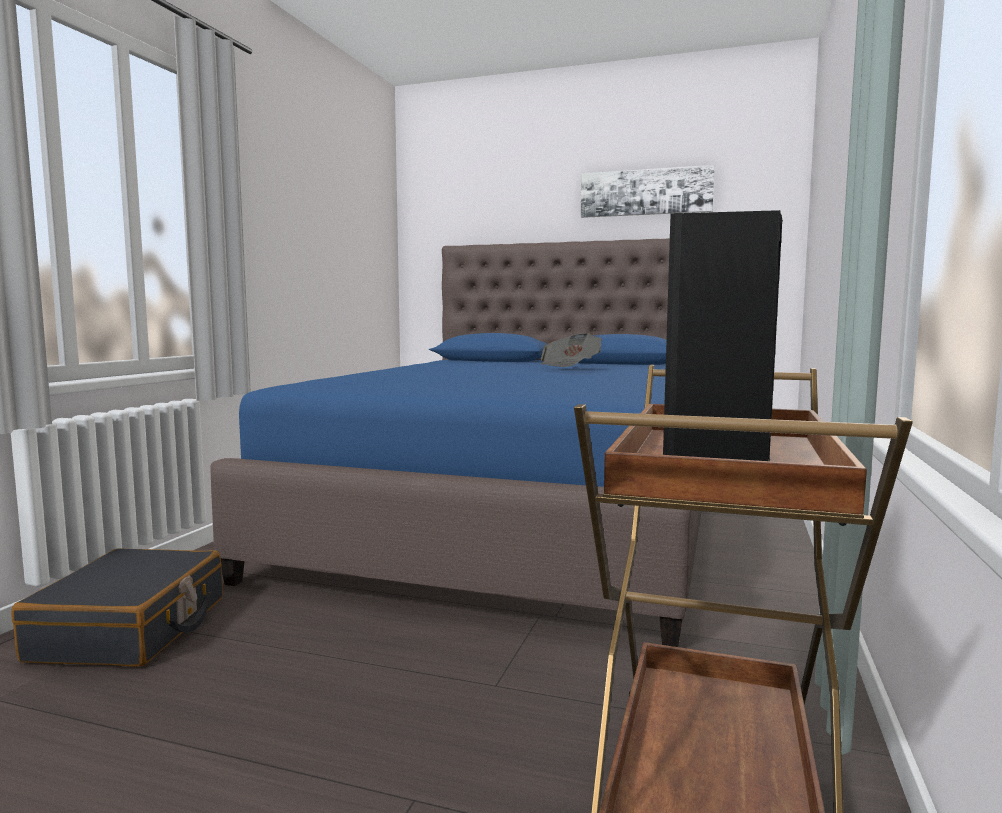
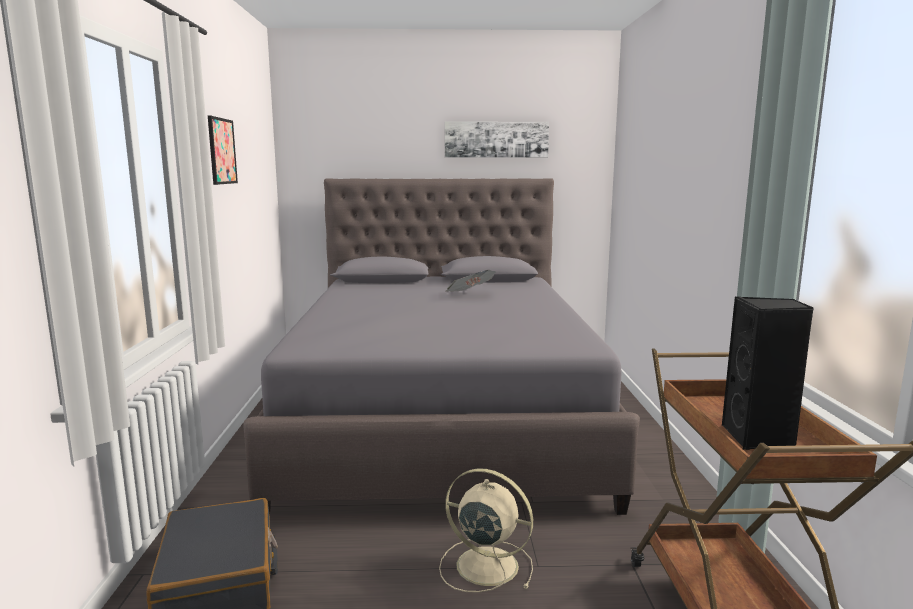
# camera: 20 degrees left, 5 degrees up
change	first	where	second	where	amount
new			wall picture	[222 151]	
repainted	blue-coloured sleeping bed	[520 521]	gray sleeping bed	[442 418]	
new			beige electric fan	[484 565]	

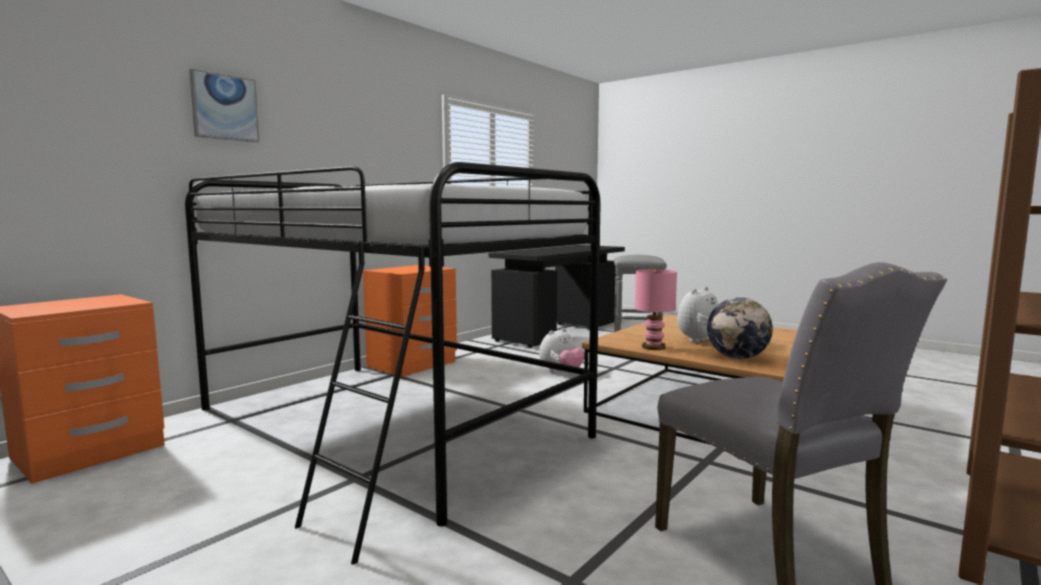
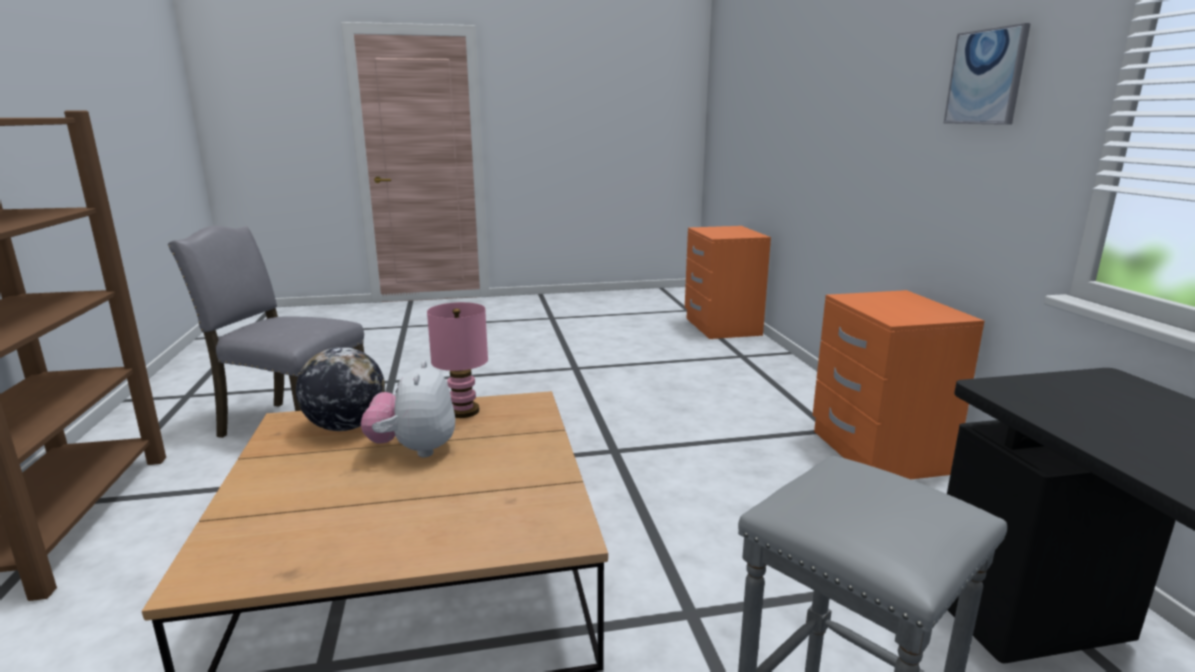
# camera: 130 degrees right, 10 degrees up
change	first	where	second	where	amount
shifted	wall picture	[224 107]		[986 77]	
gone	blackish sleeping bed	[386 425]			
gone	soft toy	[561 372]			

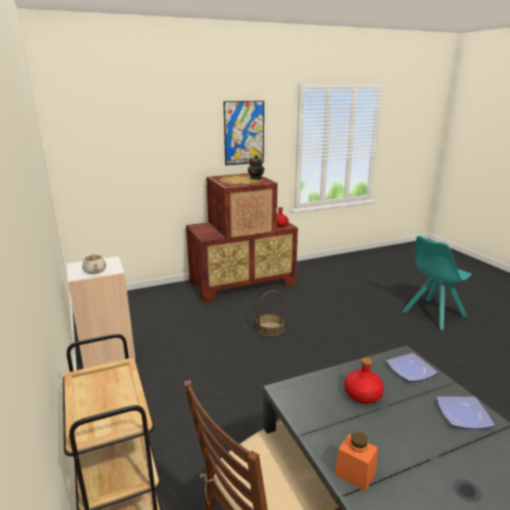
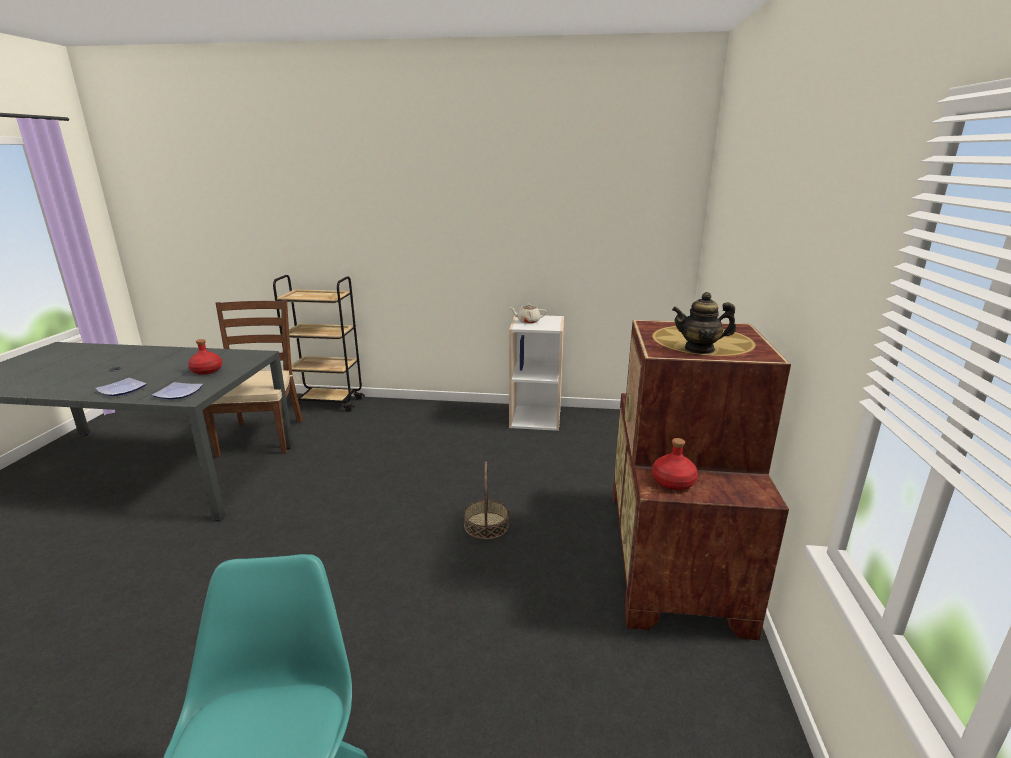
# camera: 120 degrees right, 0 degrees up
change	first	where	second	where	amount
gone	wall picture	[244 133]			
gone	orange-coloured jar	[355 473]			

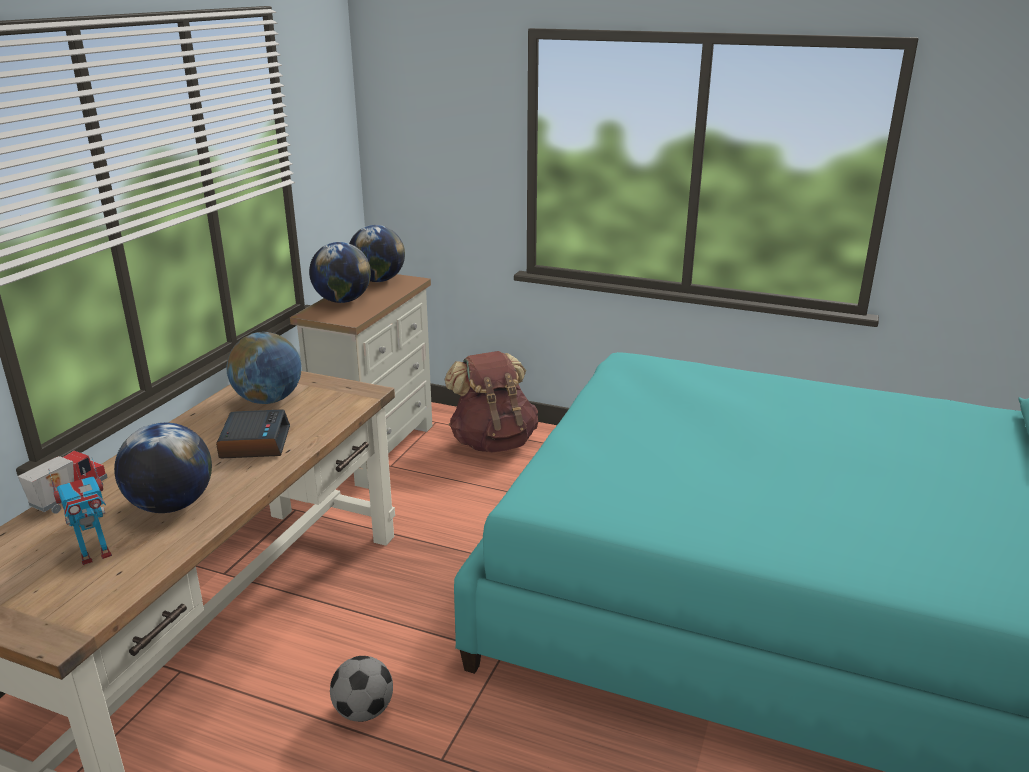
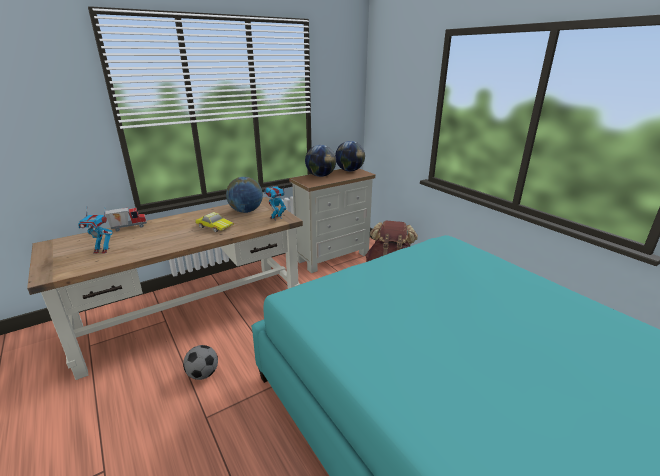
# camera: 35 degrees right, 0 degrees up
change	first	where	second	where	amount
swapped	bedside clock	[254 442]	model car	[215 226]	
new			model robot	[276 218]	
gone	desk globe	[171 505]			

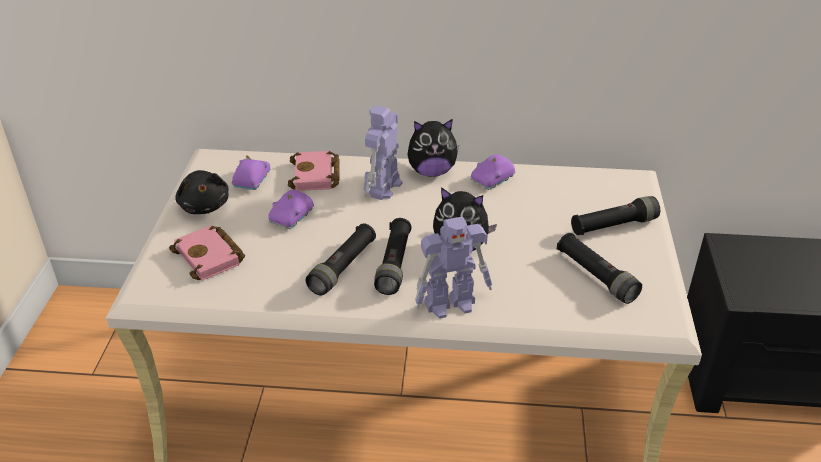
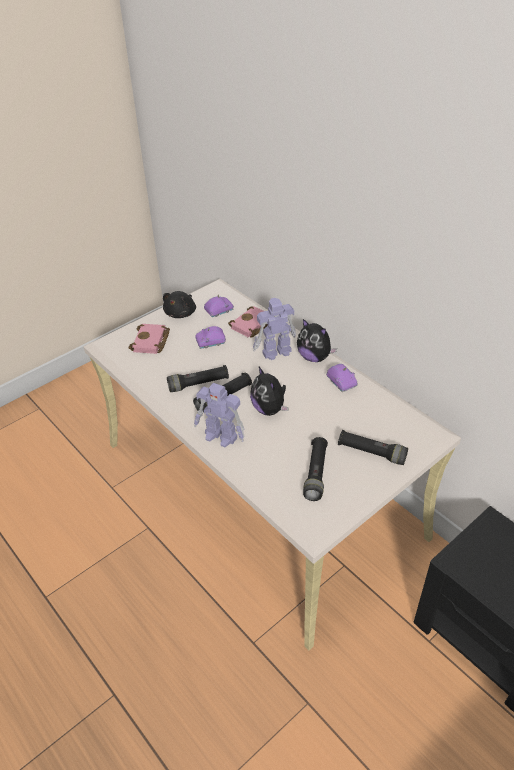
# camera: 45 degrees right, 5 degrees up
change	first	where	second	where	amount
rotated	purple-coloured model car	[493 180]		[341 382]	120 degrees counterclockwise

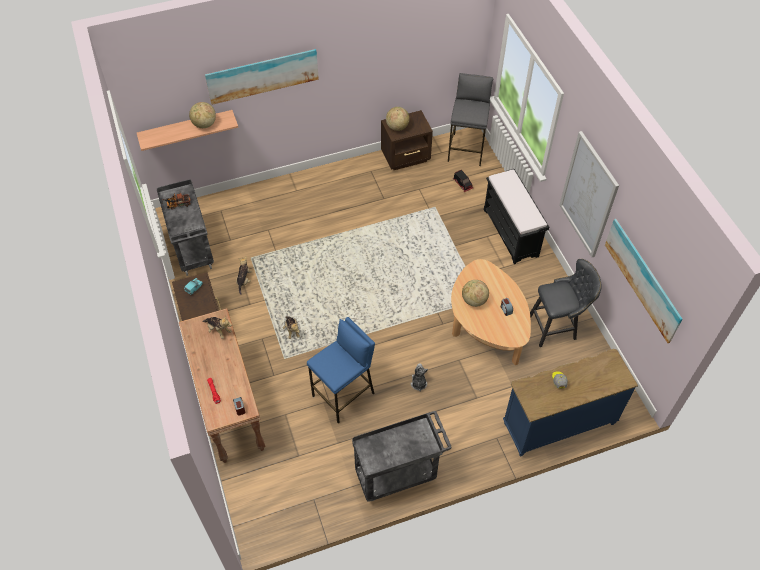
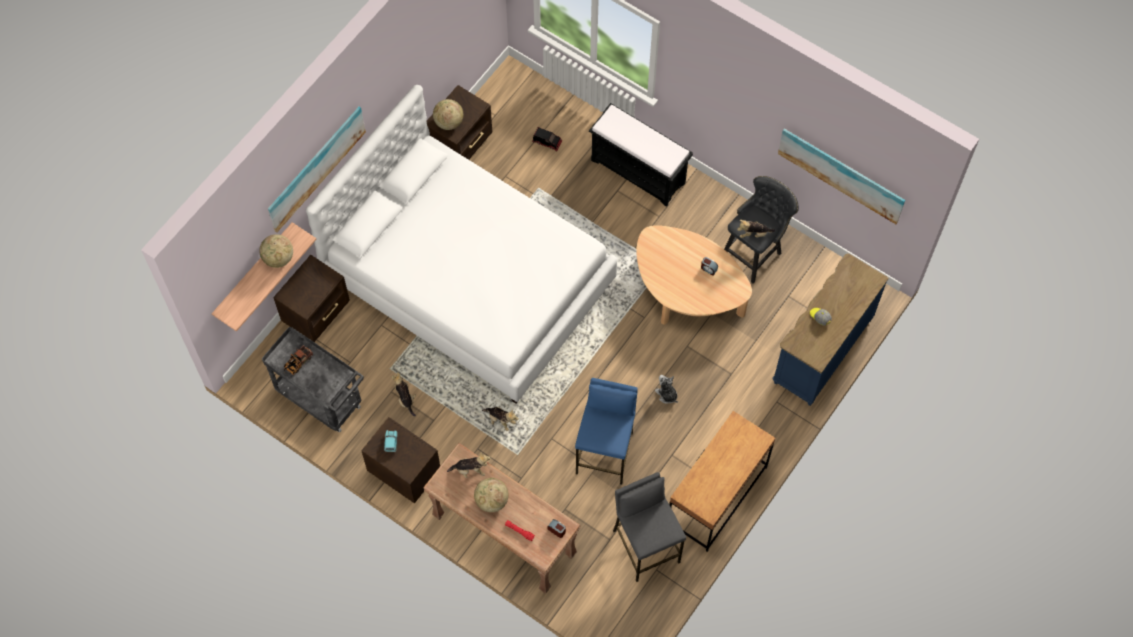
# camera: 35 degrees left, 10 degrees up
change	first	where	second	where	amount
new			brownish bedside table	[317 313]	
new			white-coloured sleeping bed	[469 277]	
shifted	desk globe	[474 300]		[491 500]	
shifted	gray stool	[466 149]		[646 546]	
swapped	gray cart	[399 476]	brownish desk	[716 496]	
new			soft toy	[753 234]	
gone	wall picture	[588 195]			

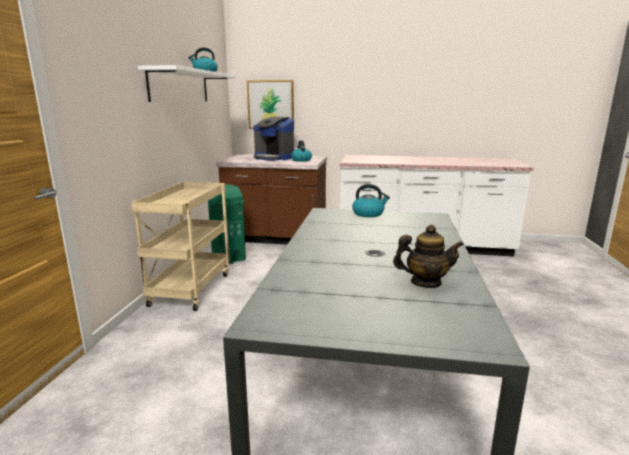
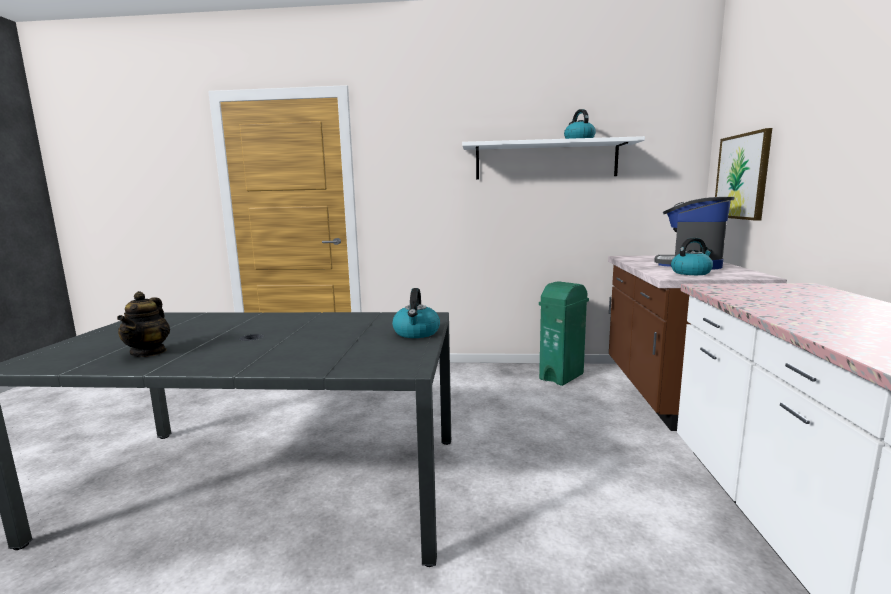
# camera: 85 degrees right, 5 degrees down
change	first	where	second	where	amount
gone	beige cart	[191 288]			

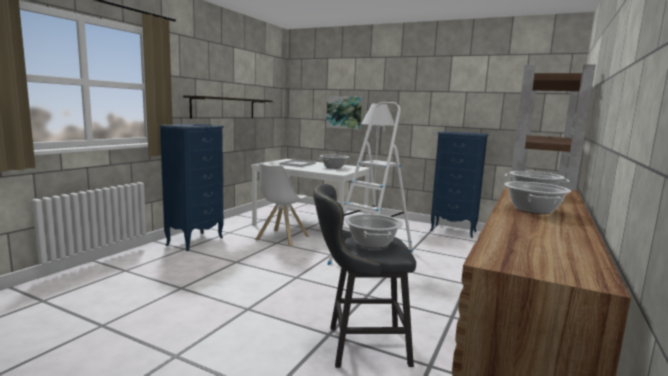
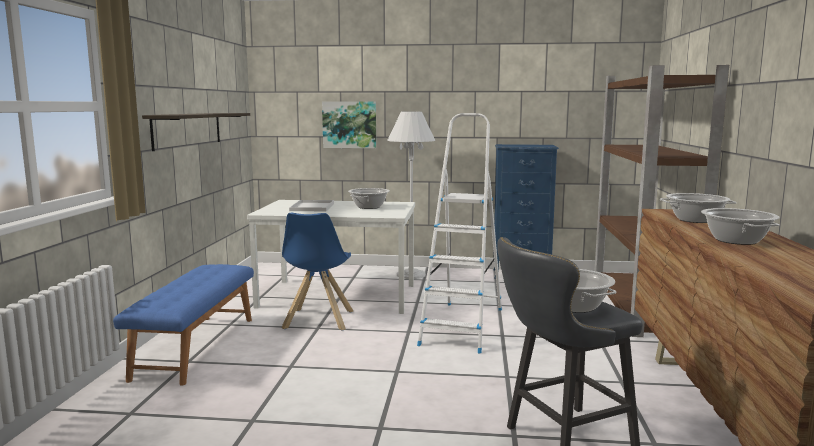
# camera: 20 degrees left, 0 degrees up
change	first	where	second	where	amount
swapped	blue-coloured drawer chest	[196 241]	blue-coloured indoor bench	[195 347]	
repainted	white-coloured plain chair	[281 238]	blue-coloured plain chair	[318 320]	

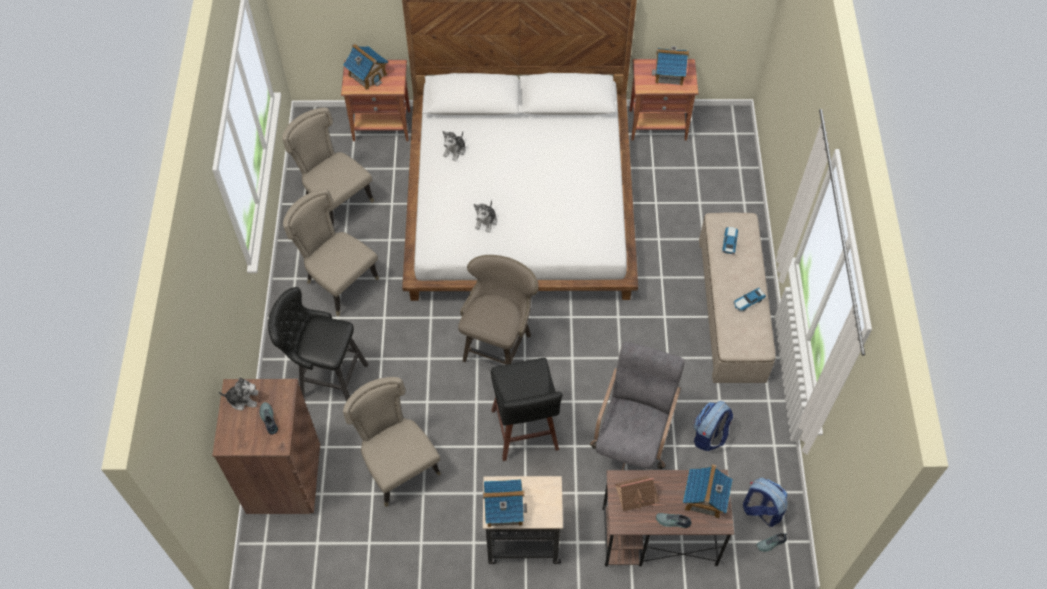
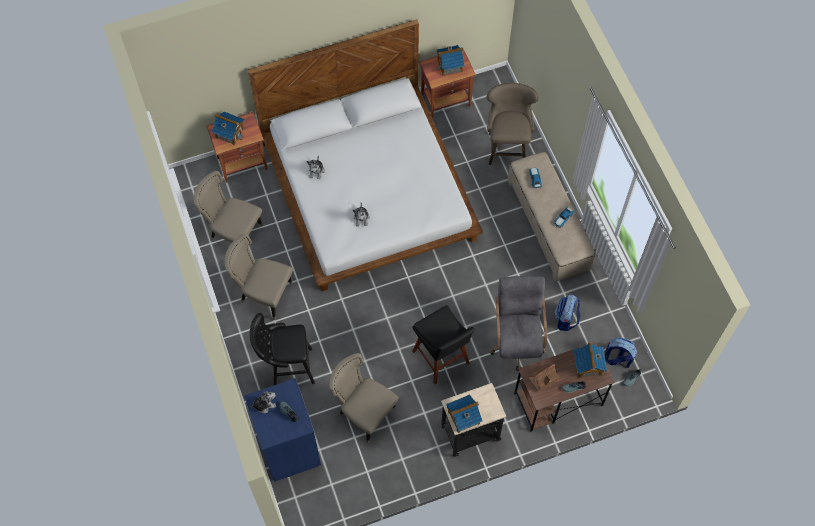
# camera: 20 degrees left, 5 degrees up
change	first	where	second	where	amount
repainted	brownish drawer chest	[283 480]	blue-coloured drawer chest	[288 449]	
shifted	beige stool	[498 345]		[507 147]	

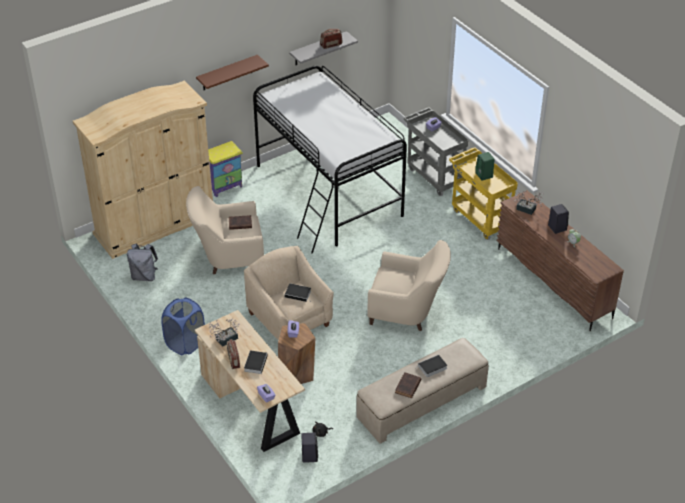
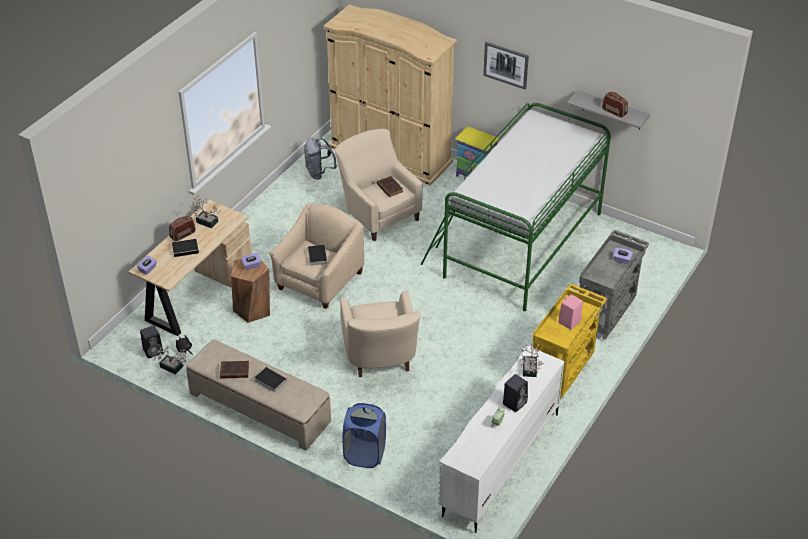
# camera: 65 degrees right, 0 degrees up
change	first	where	second	where	amount
new			potted plant	[173 368]	
shifted	blue-coloured washing basket	[185 343]		[364 454]	
repainted	blackish sleeping bed	[328 192]	green sleeping bed	[520 245]	
repainted	brownish drawer chest	[553 284]	white-coloured drawer chest	[500 463]	
swapped	brownish shelf	[227 73]	wall picture	[506 65]	
repainted	green loudspeaker	[484 175]	pinkish loudspeaker	[569 322]	

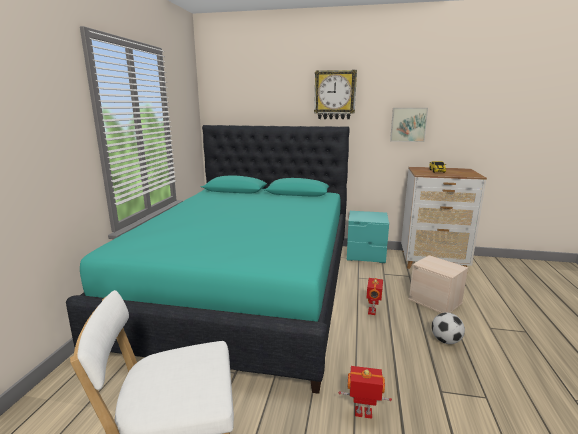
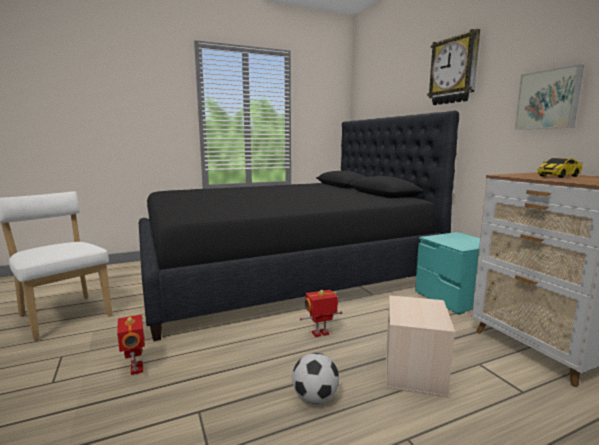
# camera: 55 degrees right, 5 degrees down
change	first	where	second	where	amount
repainted	turquoise-coloured sleeping bed	[248 287]	blackish sleeping bed	[283 272]	

